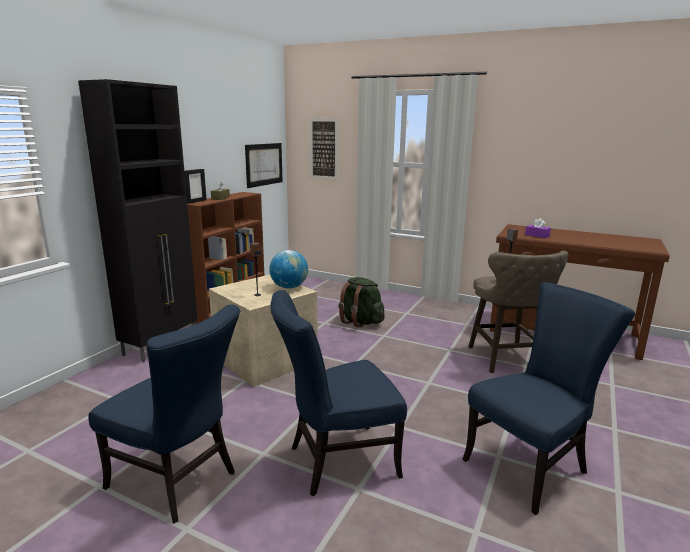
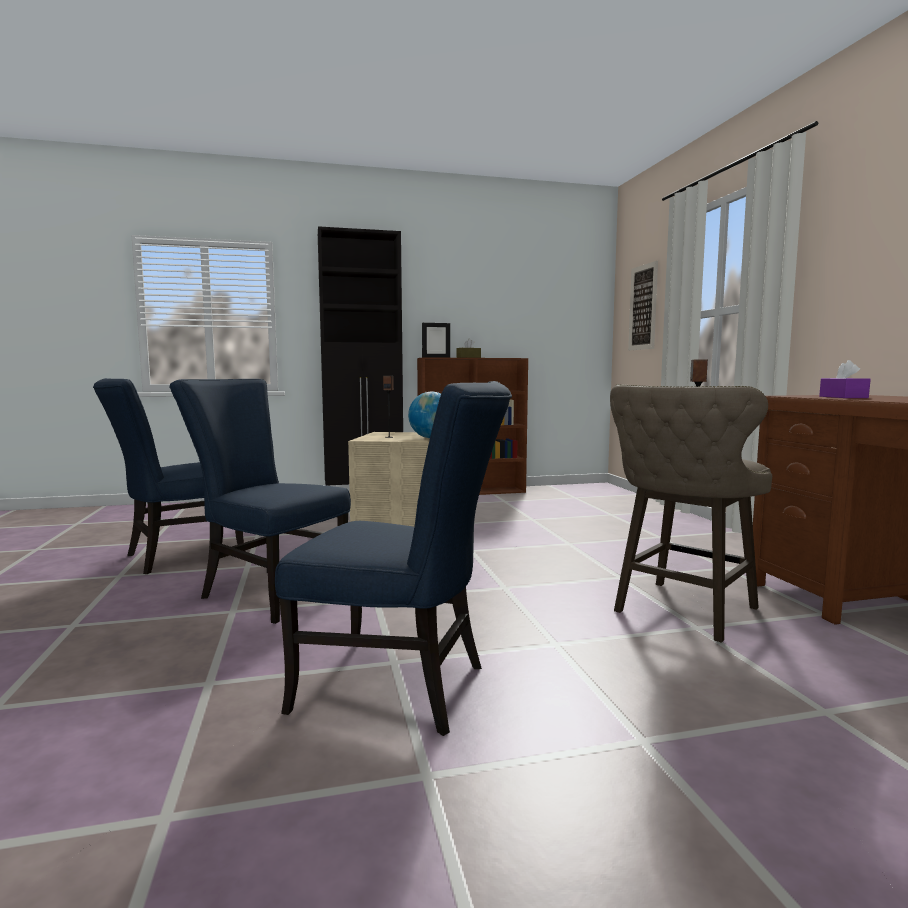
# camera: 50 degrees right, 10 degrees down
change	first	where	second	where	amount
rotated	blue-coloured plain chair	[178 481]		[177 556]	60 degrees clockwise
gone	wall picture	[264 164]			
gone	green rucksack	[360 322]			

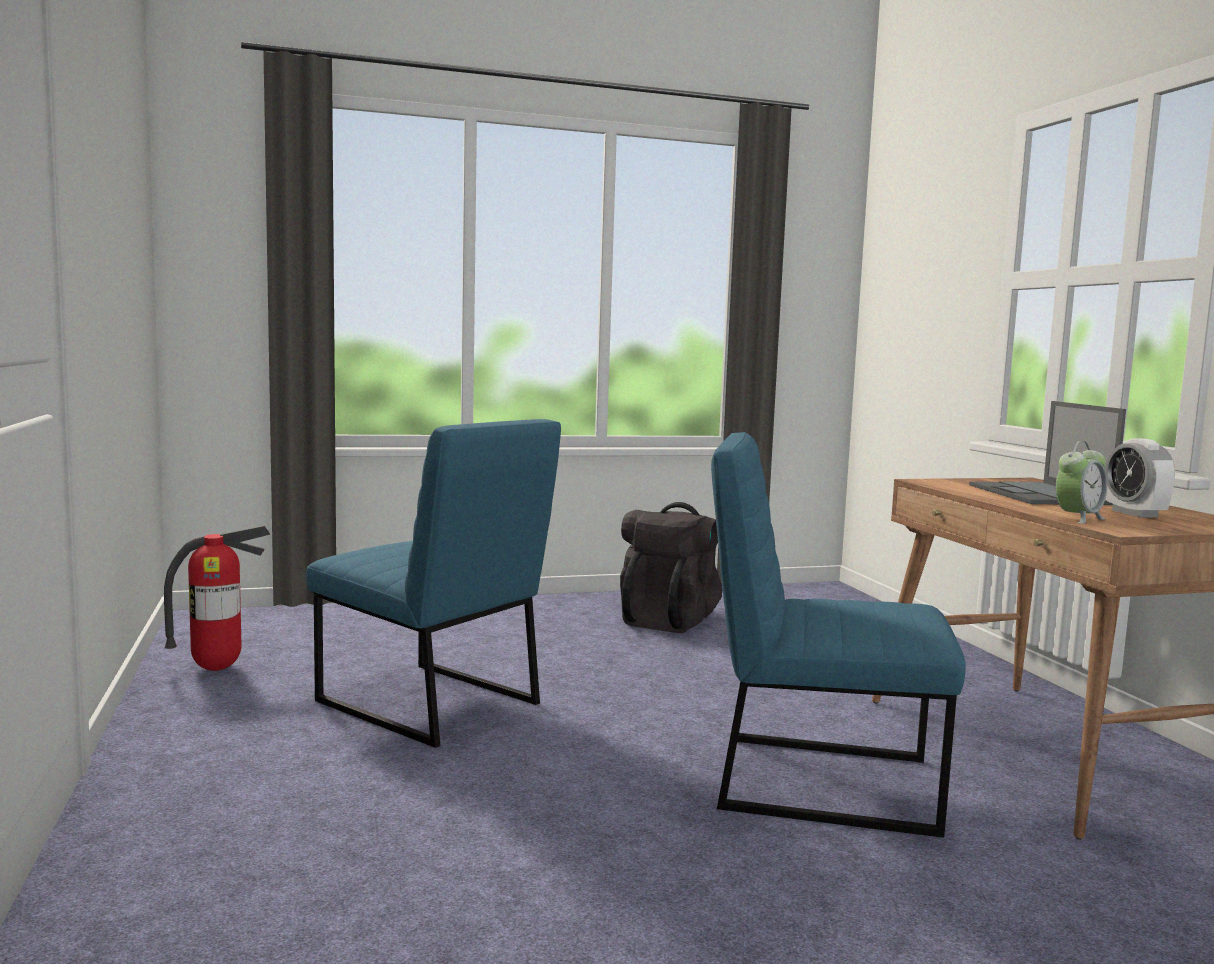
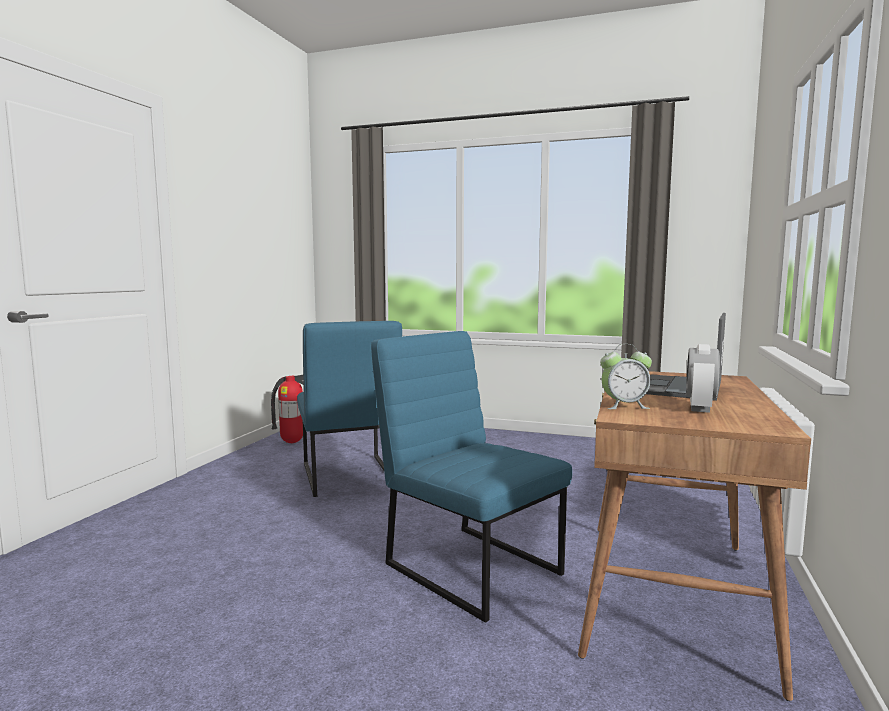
# camera: 35 degrees right, 0 degrees up
change	first	where	second	where	amount
gone	blackish rucksack	[669 619]			

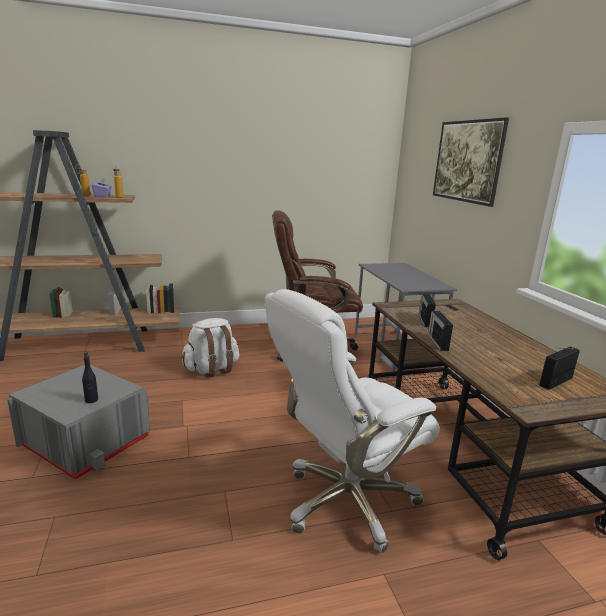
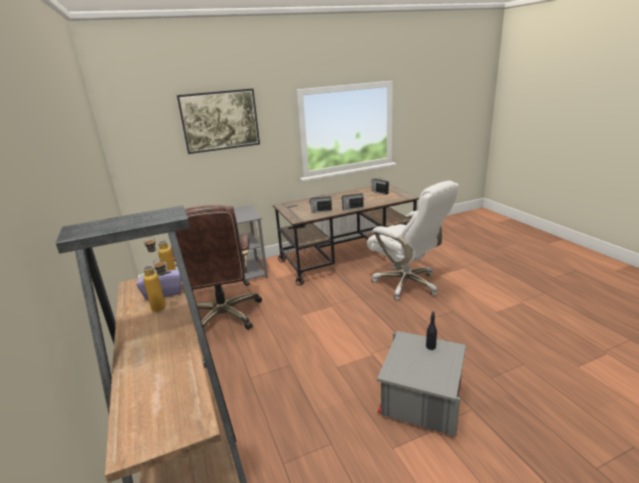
# camera: 95 degrees left, 5 degrees up
change	first	where	second	where	amount
gone	white-coloured rucksack	[211 369]			

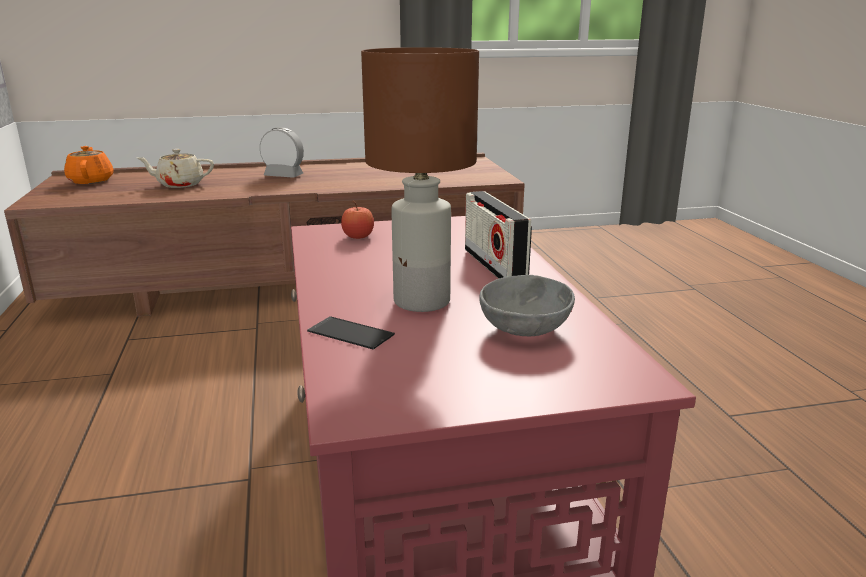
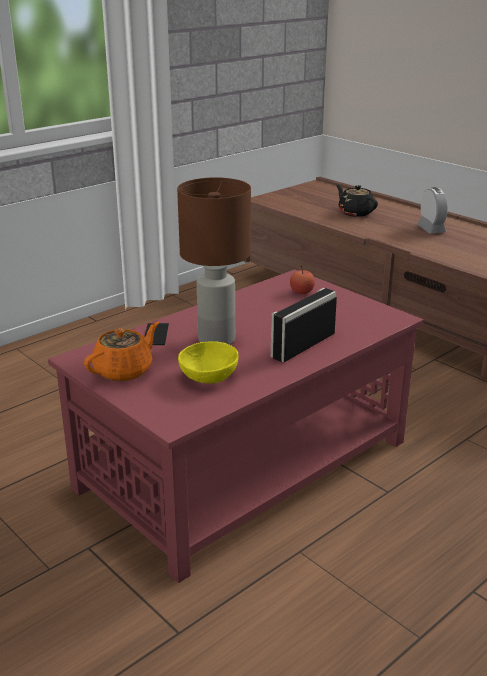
# camera: 60 degrees right, 5 degrees up
change	first	where	second	where	amount
shifted	orange-coloured teapot	[91 180]		[124 371]	
repainted	gray bowl	[526 330]	yellow-coloured bowl	[208 378]	
repainted	beige teapot	[179 184]	blackish teapot	[355 212]	

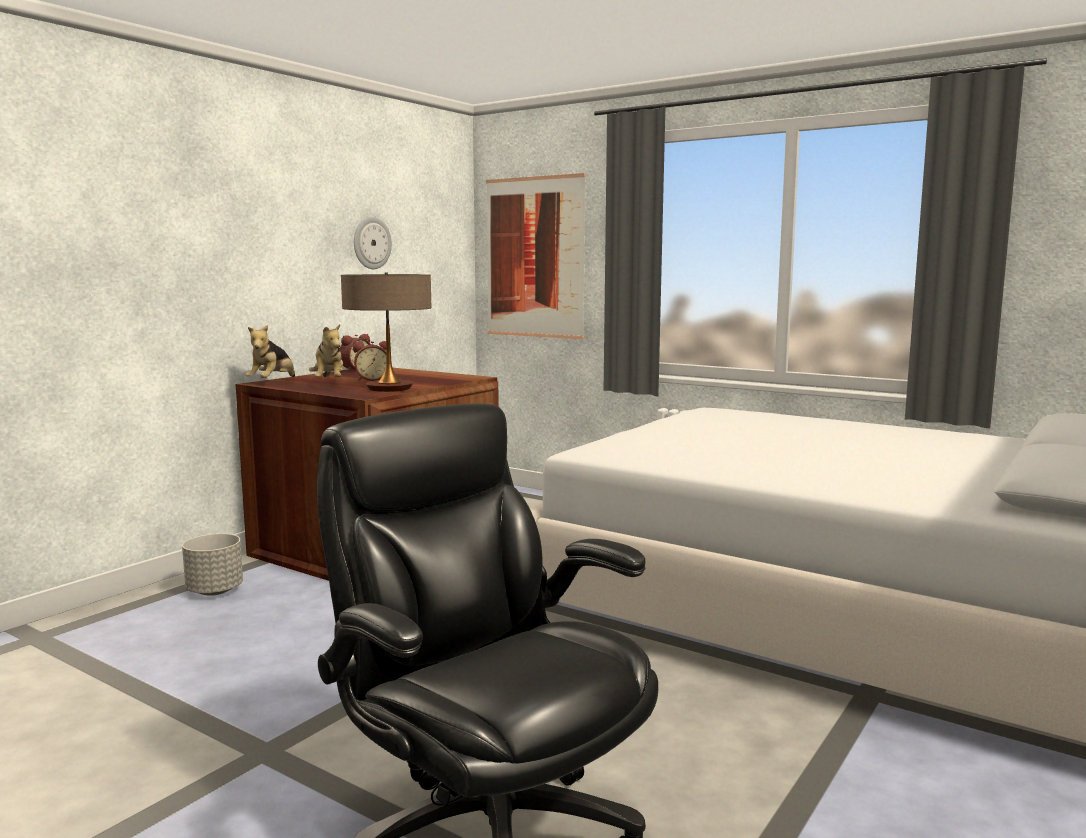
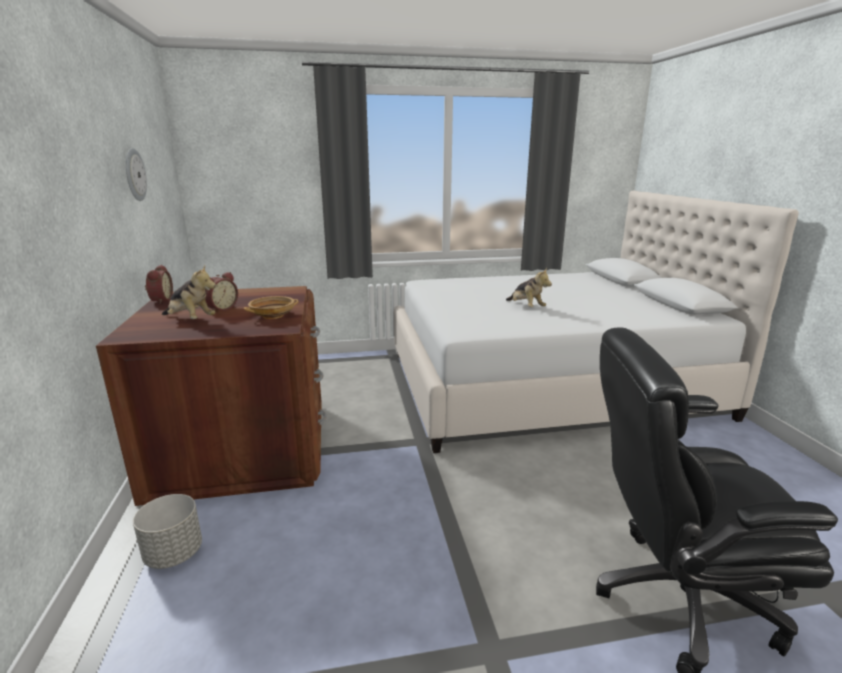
# camera: 45 degrees left, 10 degrees up
change	first	where	second	where	amount
swapped	lamp for a table	[389 388]	beige bowl	[273 315]	
shifted	soft toy	[273 382]		[526 307]	
gone	wall picture	[534 257]			

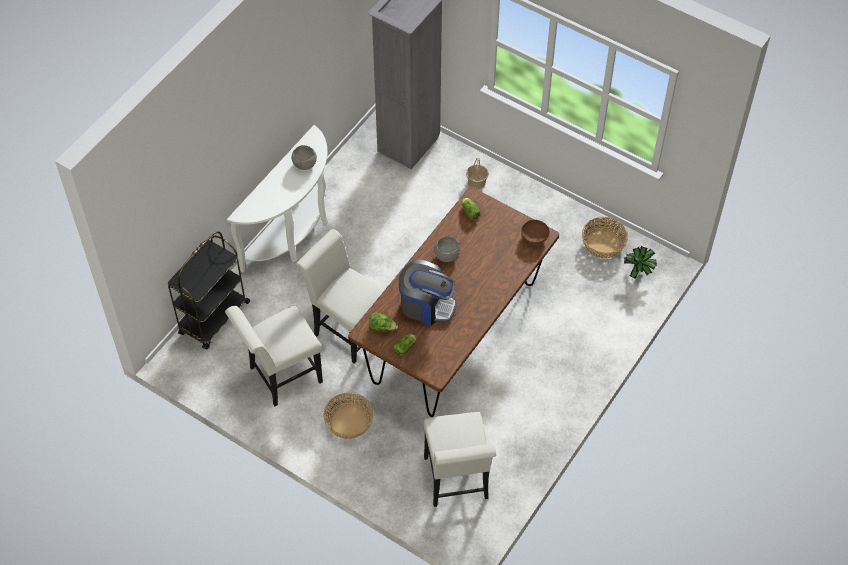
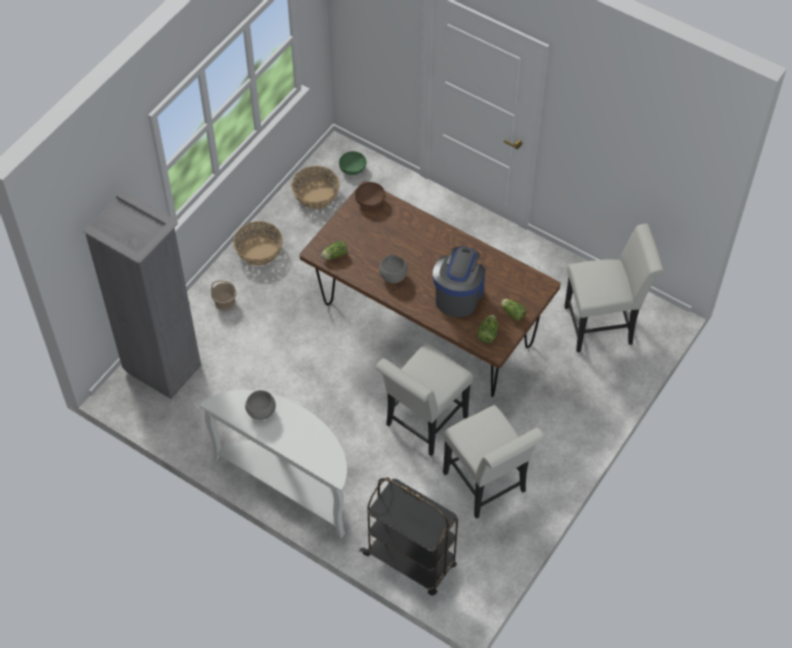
# camera: 90 degrees left, 0 degrees up
change	first	where	second	where	amount
shifted	storage basket	[349 422]		[259 251]	
swapped	potted plant	[638 273]	green bowl	[353 168]	

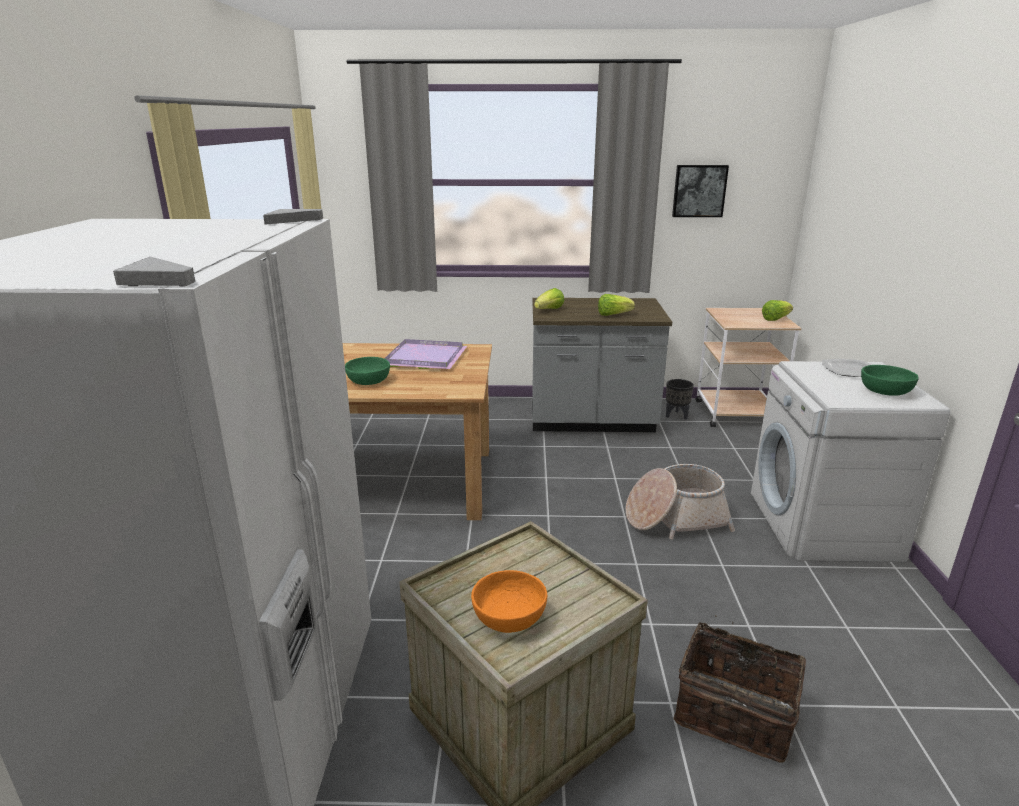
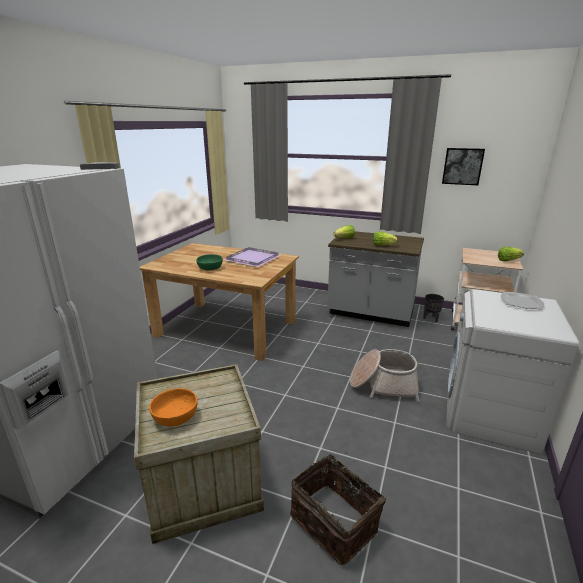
# camera: 20 degrees right, 0 degrees up
change	first	where	second	where	amount
gone	green bowl	[885 391]			

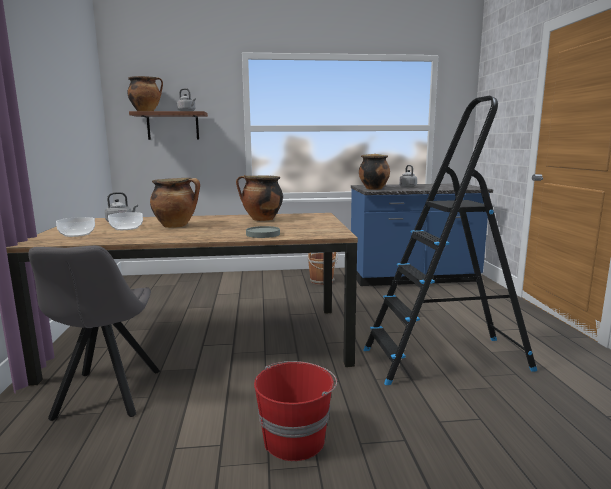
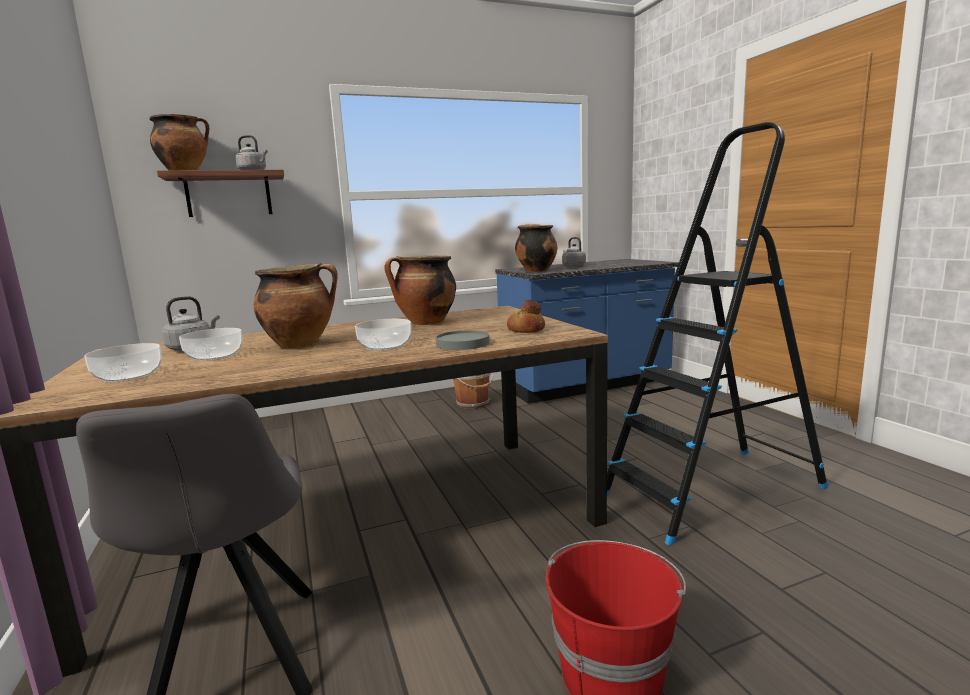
# camera: 15 degrees left, 0 degrees up
change	first	where	second	where	amount
new			bowl	[385 346]	
new			baked bread	[525 330]	

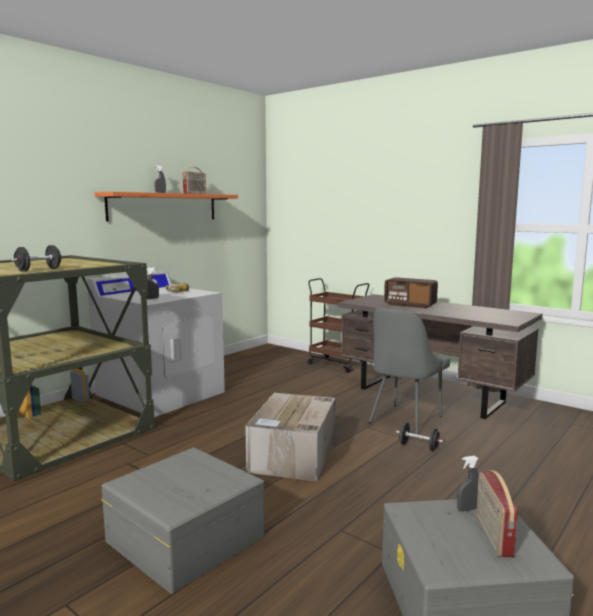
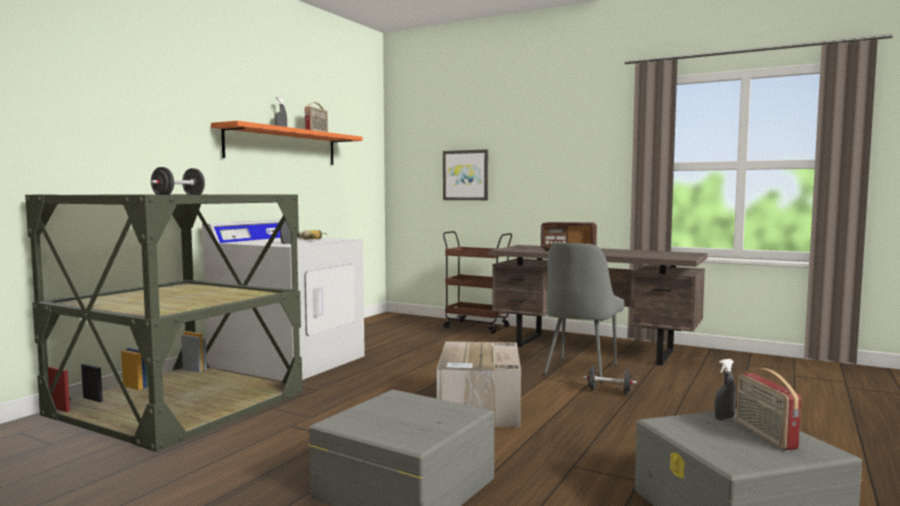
# camera: 10 degrees left, 5 degrees down
change	first	where	second	where	amount
new			wall picture	[465 175]	

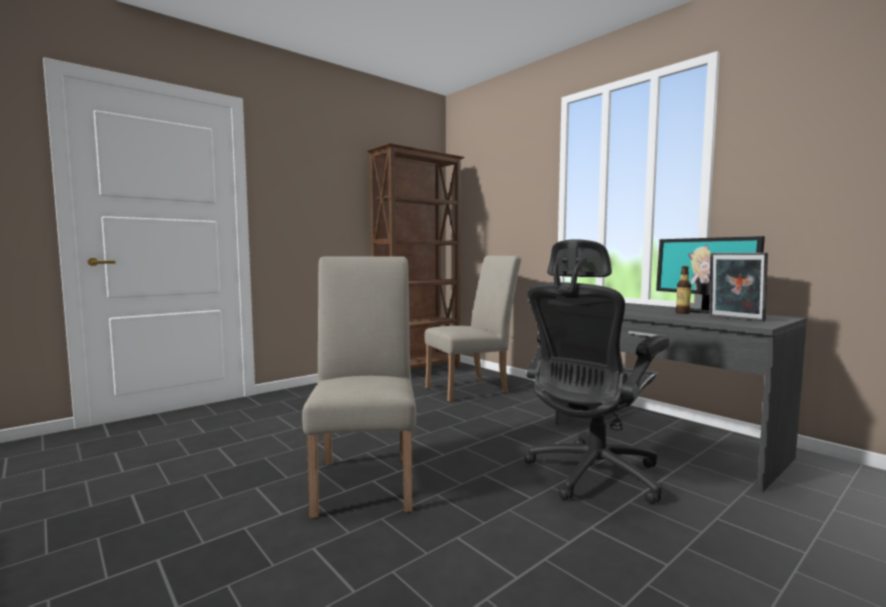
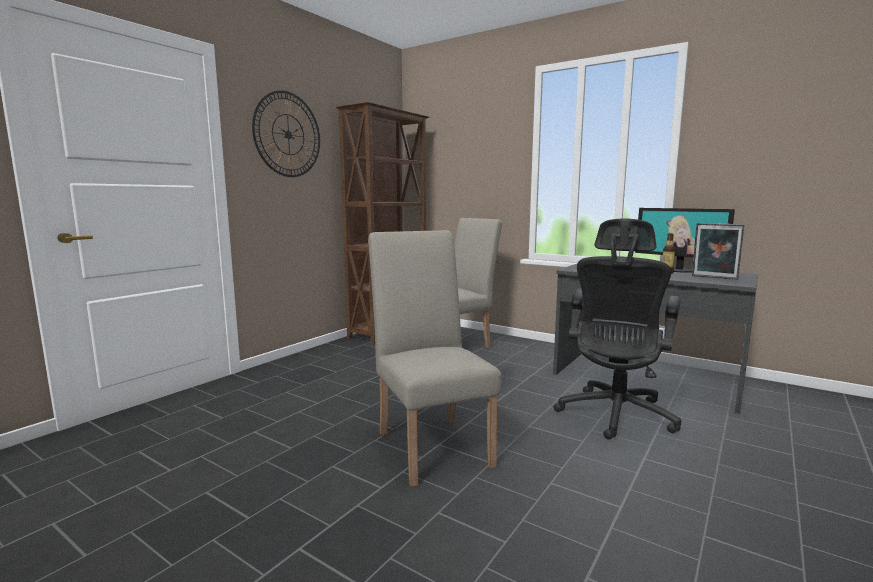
# camera: 15 degrees left, 5 degrees up
change	first	where	second	where	amount
new			hanging clock	[288 134]	

